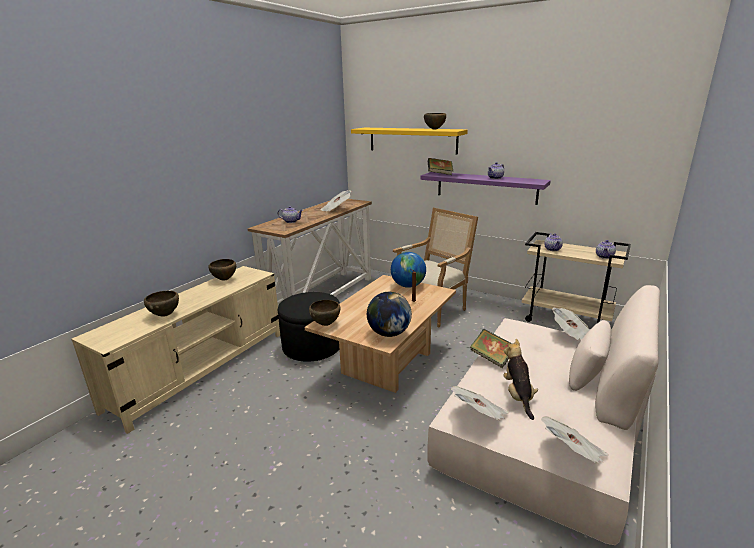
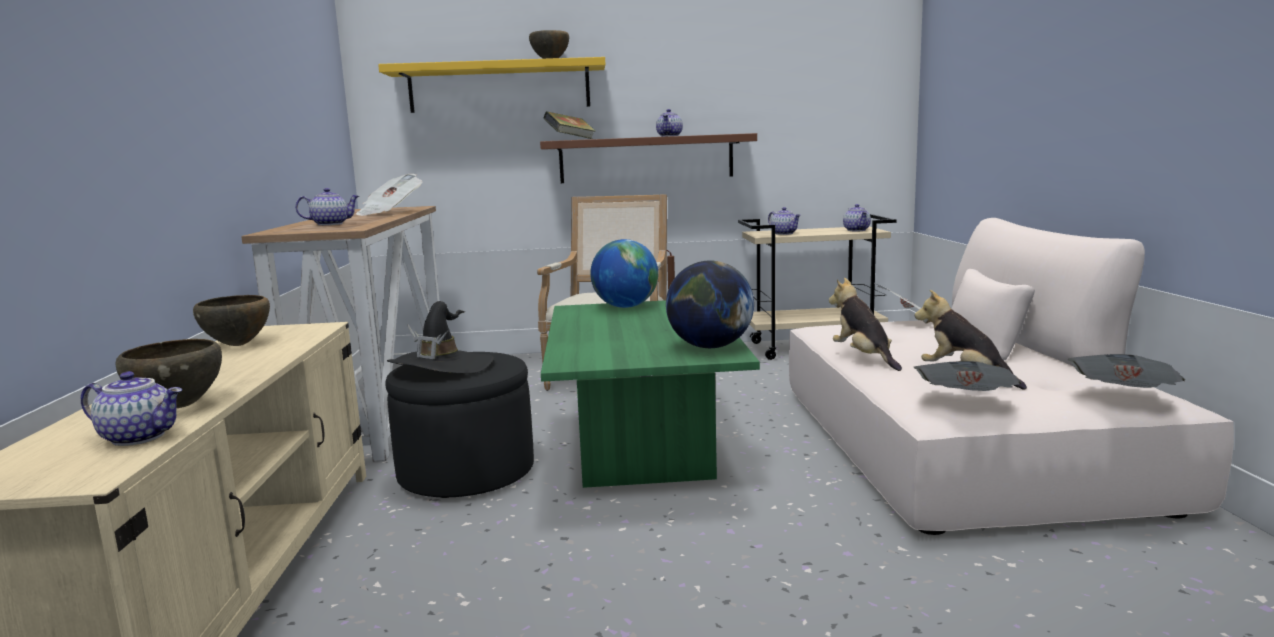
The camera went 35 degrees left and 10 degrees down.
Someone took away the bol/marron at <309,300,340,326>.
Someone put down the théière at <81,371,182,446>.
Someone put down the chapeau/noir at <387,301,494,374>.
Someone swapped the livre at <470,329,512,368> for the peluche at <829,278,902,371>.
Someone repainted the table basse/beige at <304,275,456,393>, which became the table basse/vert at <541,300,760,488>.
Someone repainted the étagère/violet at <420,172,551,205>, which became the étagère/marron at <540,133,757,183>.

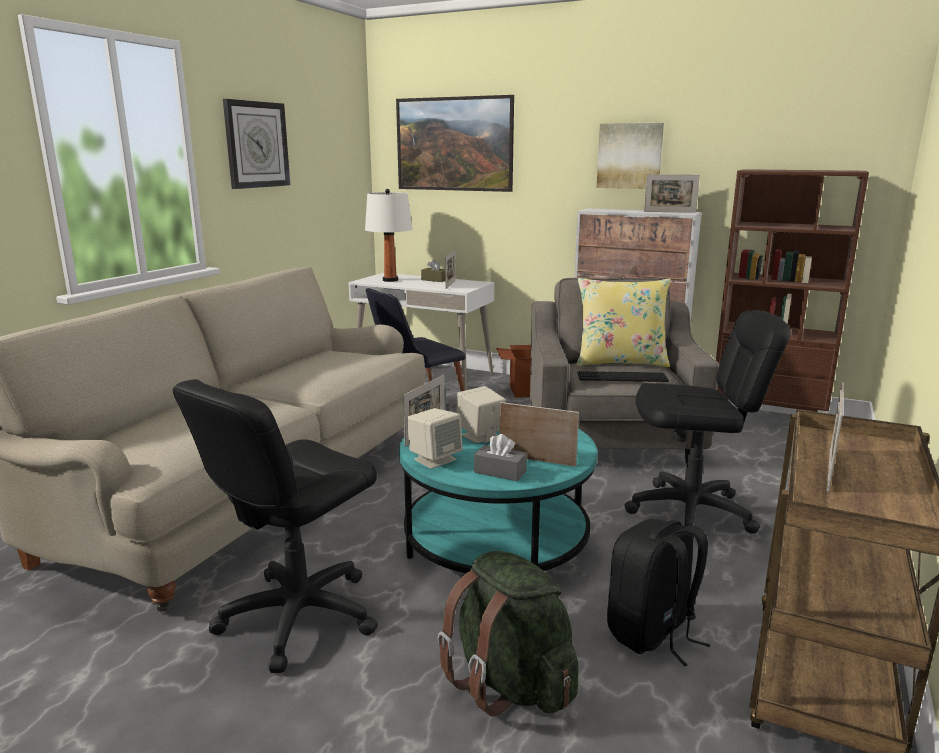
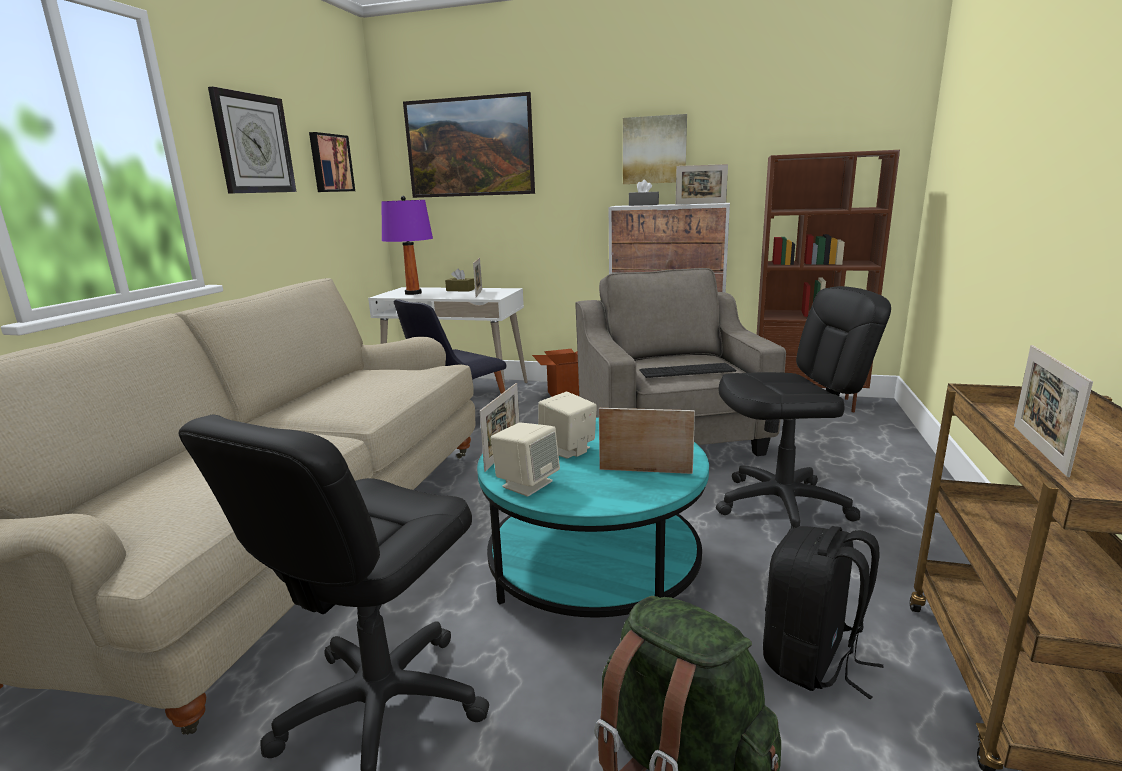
The camera went 10 degrees left and 0 degrees up.
Someone took away the coussin/jaune at <576,278,671,367>.
Someone put up the tableau at <309,132,355,192>.
Someone carried the boîte à mouchoirs/gris from <474,434,527,481> to <629,180,659,206>.
Someone repainted the lampe de table/blanc at <365,189,412,282>, which became the lampe de table/violet at <381,196,433,295>.

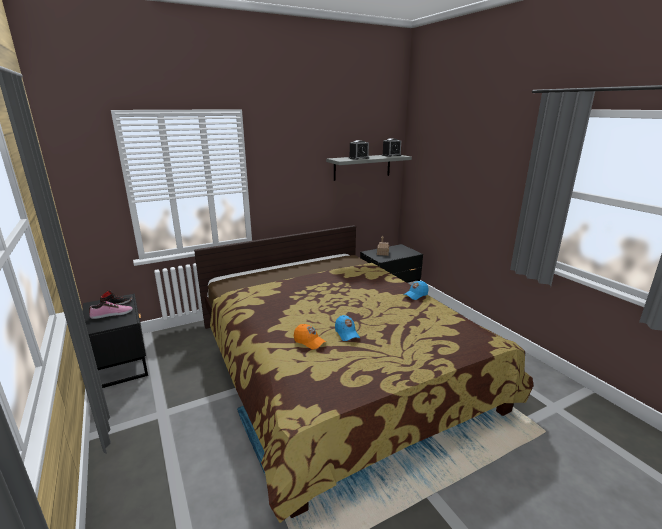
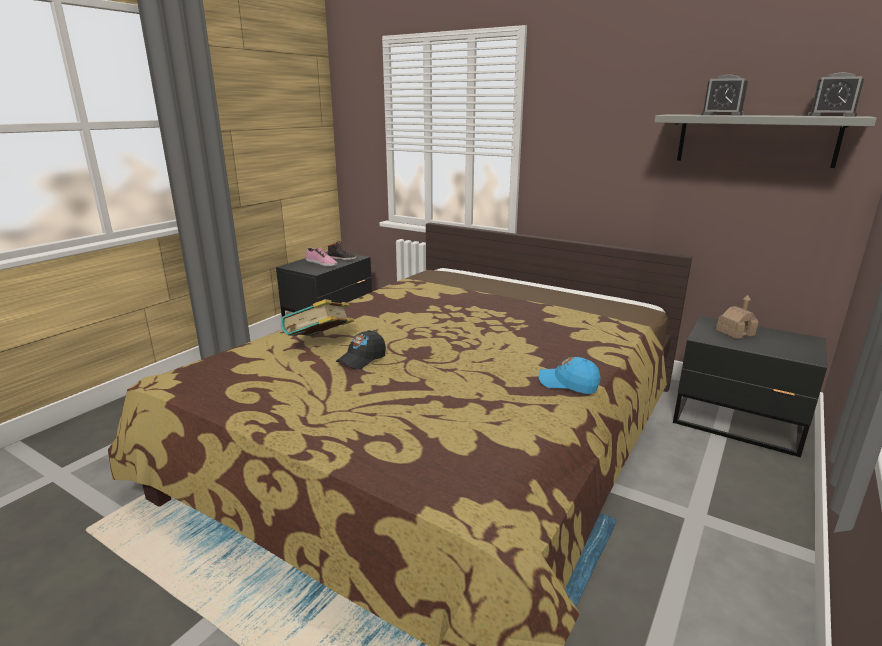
The camera went 60 degrees right and 0 degrees up.
Someone swapped the casquette/orange at <294,324,326,349> for the livre at <281,299,354,336>.
Someone repainted the casquette/bleu at <335,315,360,341>, which became the casquette/noir at <336,330,386,369>.

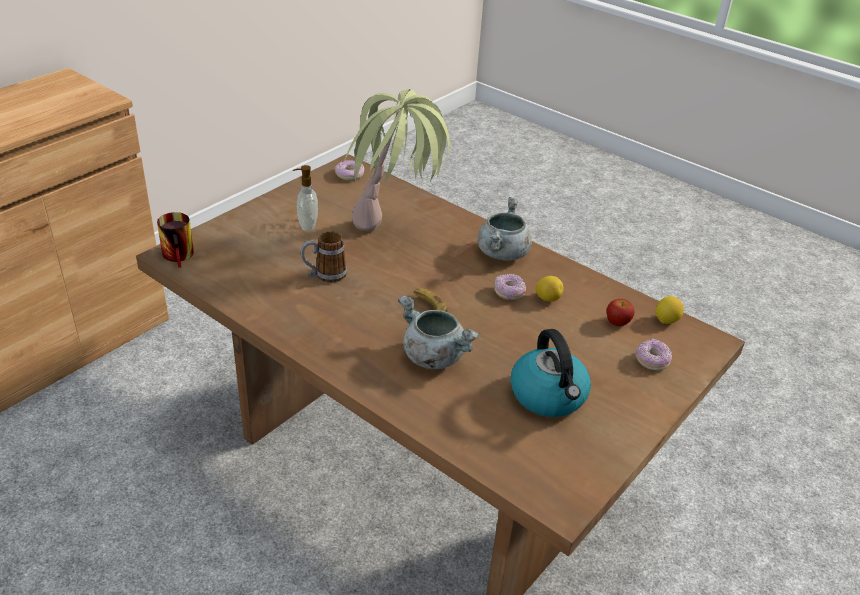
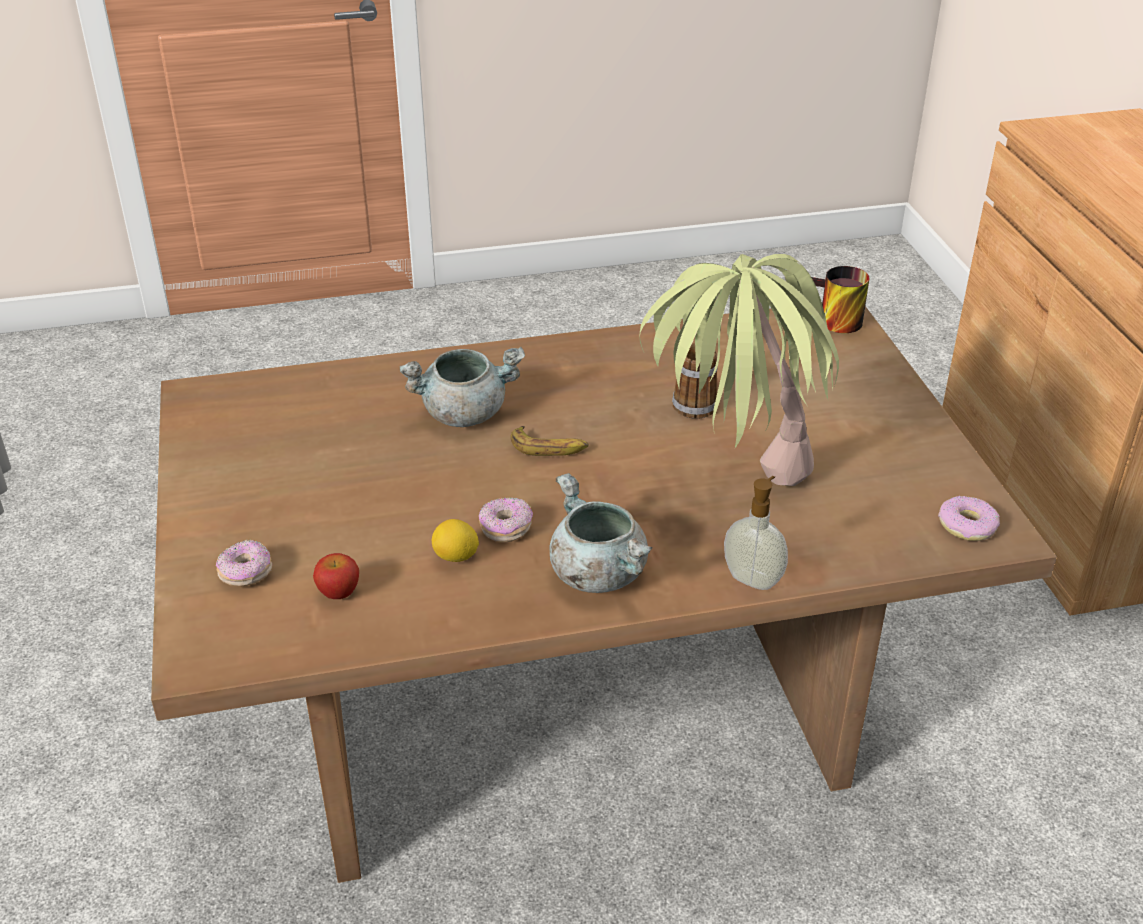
The camera went 130 degrees right and 0 degrees up.
Someone took away the bouilloire at <511,329,591,417>.
Someone took away the citron at <655,296,684,324>.
Someone carried the distributeur de savon from <293,165,318,231> to <724,476,788,590>.

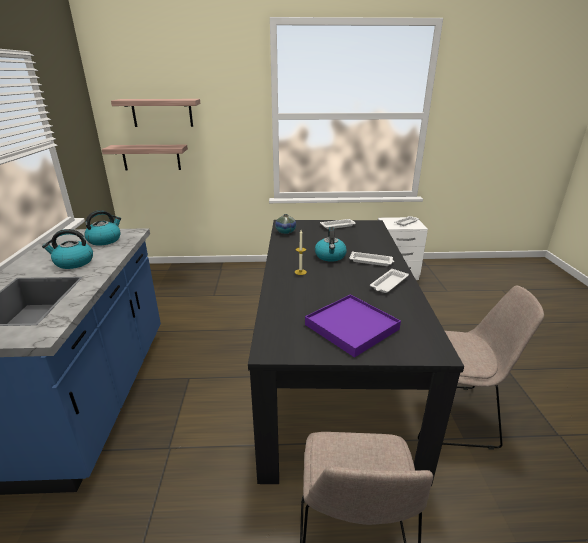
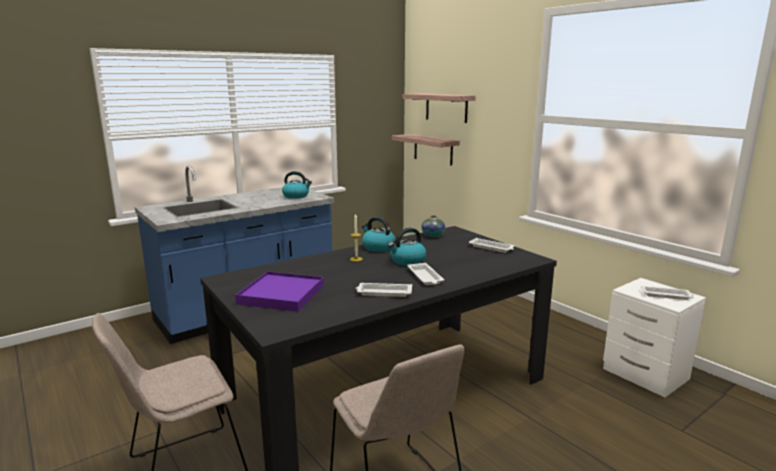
The camera went 55 degrees right and 10 degrees down.
Someone carried the bouilloire from <42,229,93,269> to <362,217,395,252>.

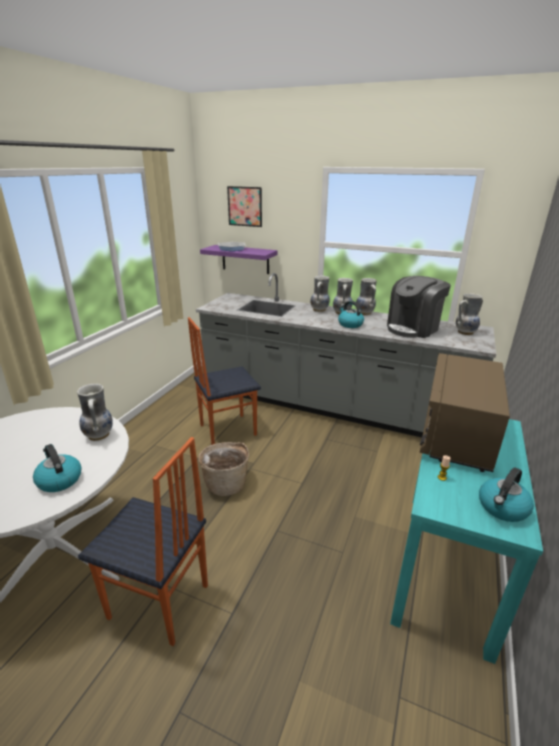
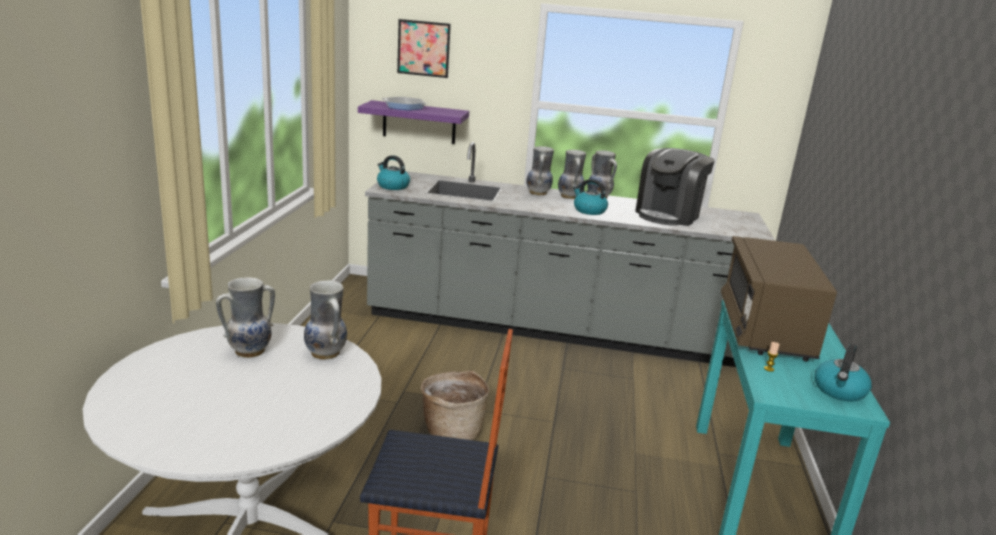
The camera went 15 degrees left and 5 degrees down.
Someone took away the chaise at <188,317,261,445>.
Someone carried the bouilloire from <33,444,81,492> to <377,155,410,190>.
Someone carried the vase from <456,293,483,335> to <216,277,275,358>.

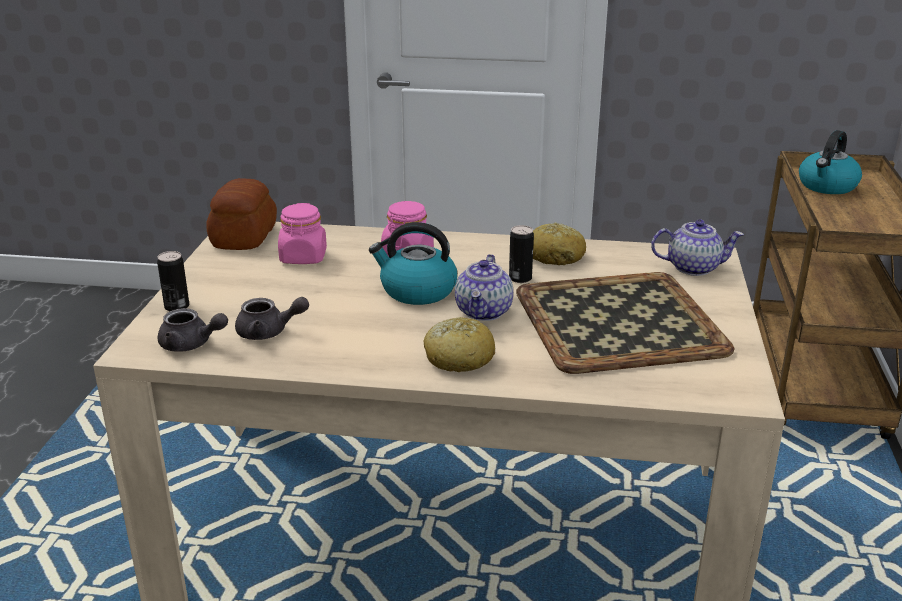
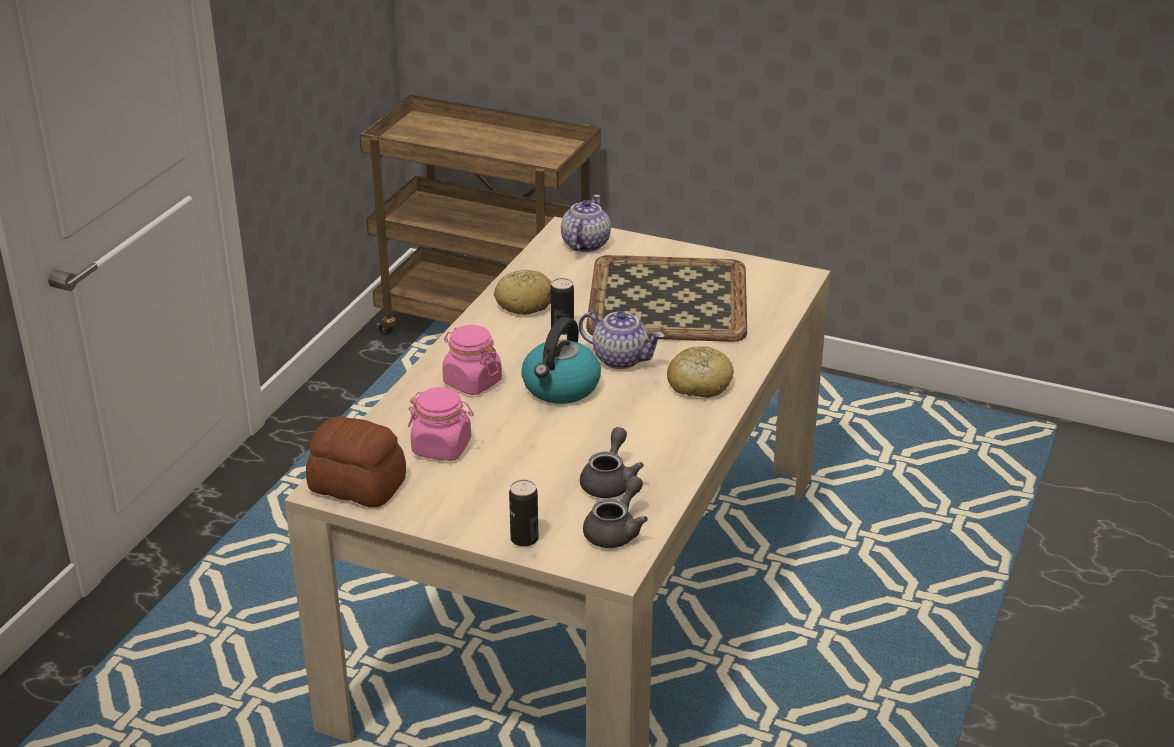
The camera went 75 degrees left and 5 degrees up.
Someone took away the bouilloire at <799,130,862,194>.

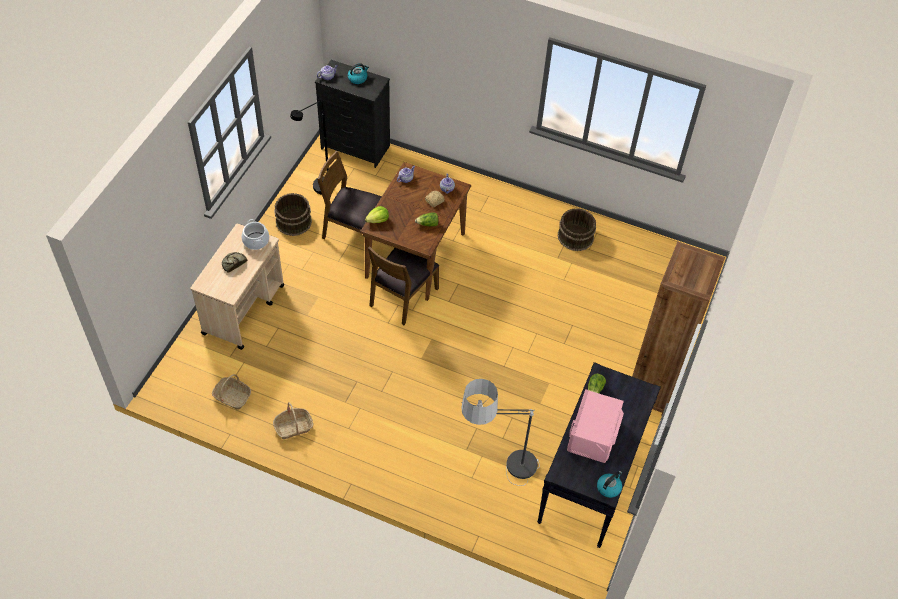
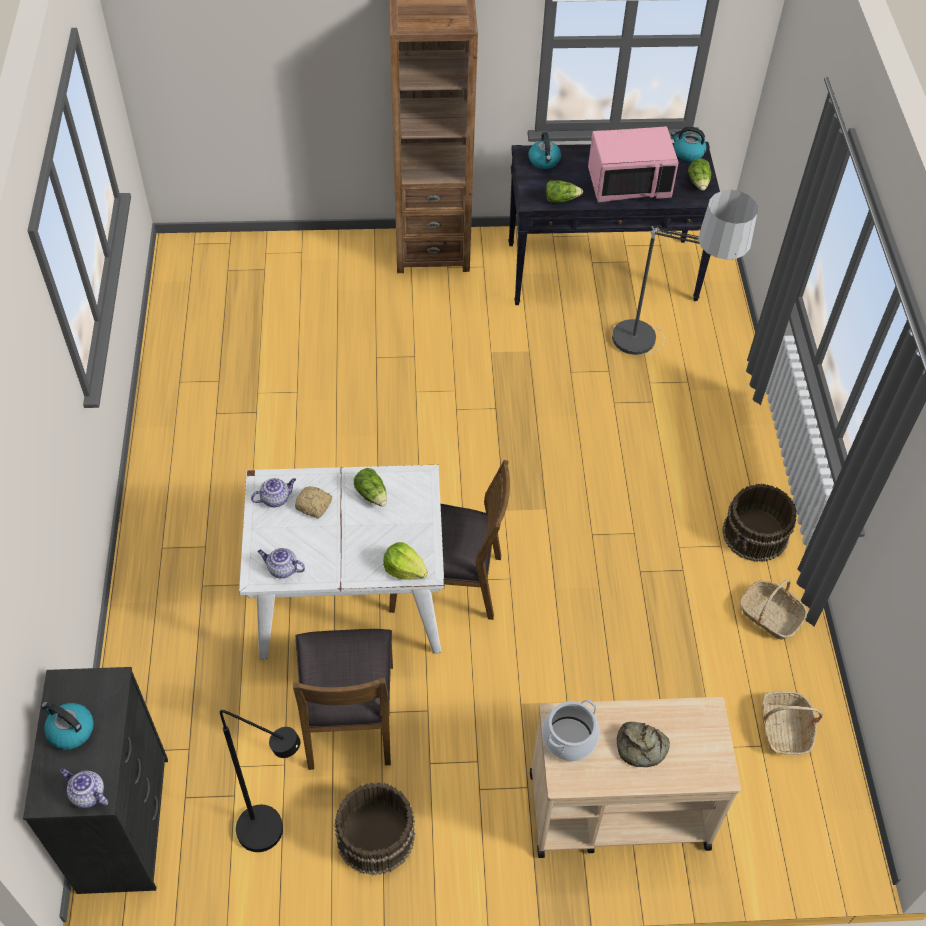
The camera went 115 degrees left and 0 degrees up.
Someone put down the bouilloire at <529,132,561,169>.
Someone put down the laitue at <688,159,711,191>.
Someone carried the seau/marron from <558,208,596,251> to <722,484,797,562>.
Someone repainted the table à manger/marron at <360,162,471,301>, which became the table à manger/blanc at <239,465,444,660>.

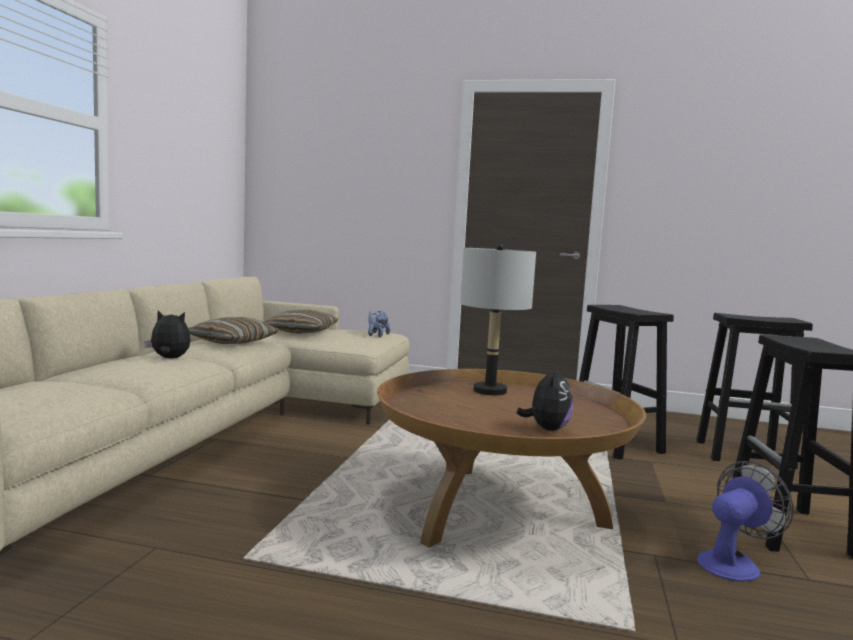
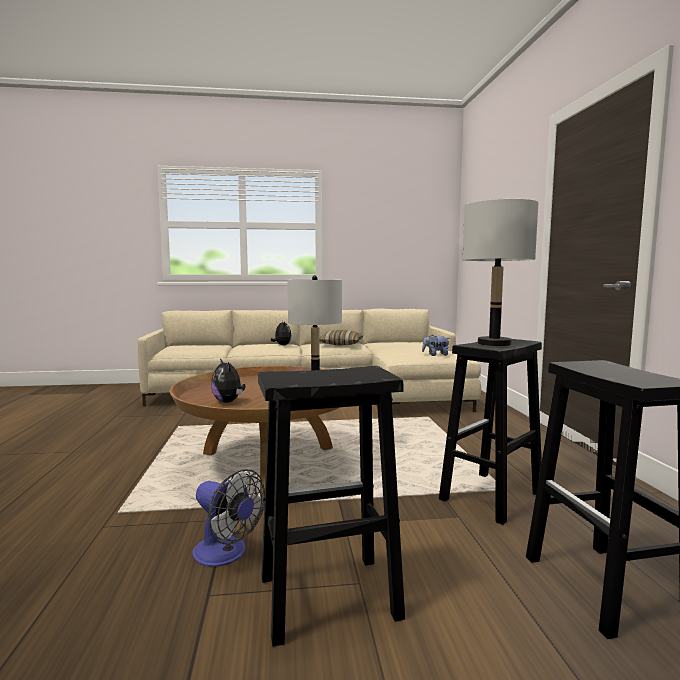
The camera went 70 degrees right and 0 degrees up.
Someone took away the coussin at <264,309,338,334>.
Someone put down the lampe de table/gris at <463,199,538,346>.
Someone rotated the peluche at <517,367,573,431> by 60 degrees clockwise.

